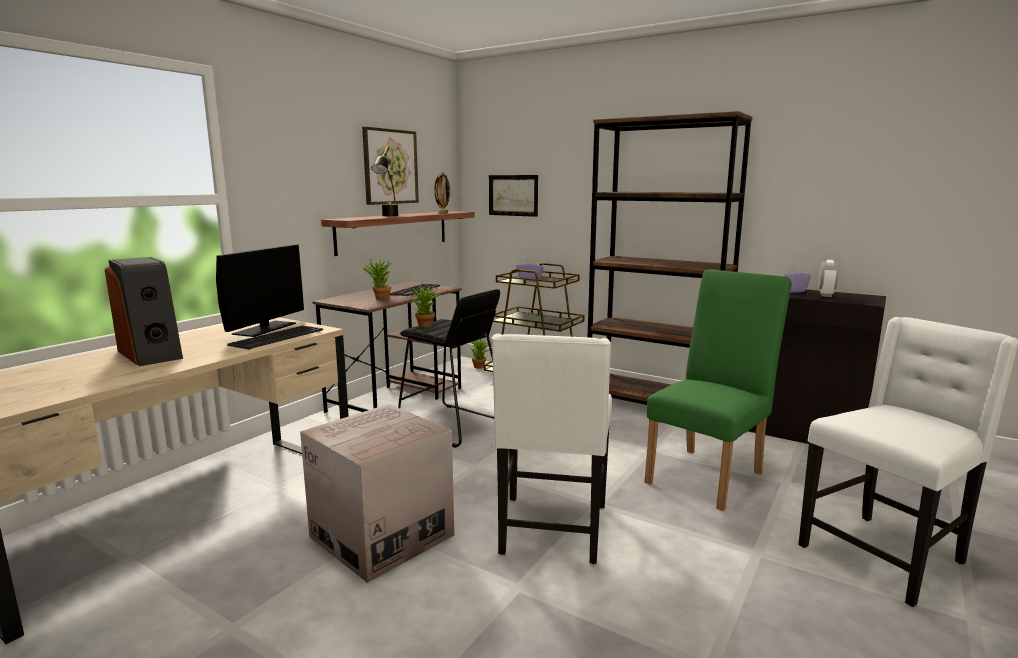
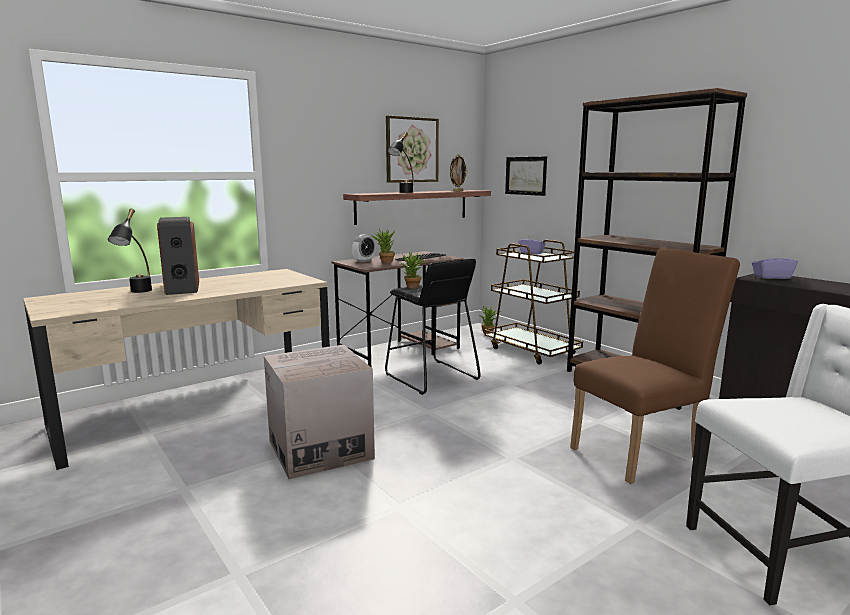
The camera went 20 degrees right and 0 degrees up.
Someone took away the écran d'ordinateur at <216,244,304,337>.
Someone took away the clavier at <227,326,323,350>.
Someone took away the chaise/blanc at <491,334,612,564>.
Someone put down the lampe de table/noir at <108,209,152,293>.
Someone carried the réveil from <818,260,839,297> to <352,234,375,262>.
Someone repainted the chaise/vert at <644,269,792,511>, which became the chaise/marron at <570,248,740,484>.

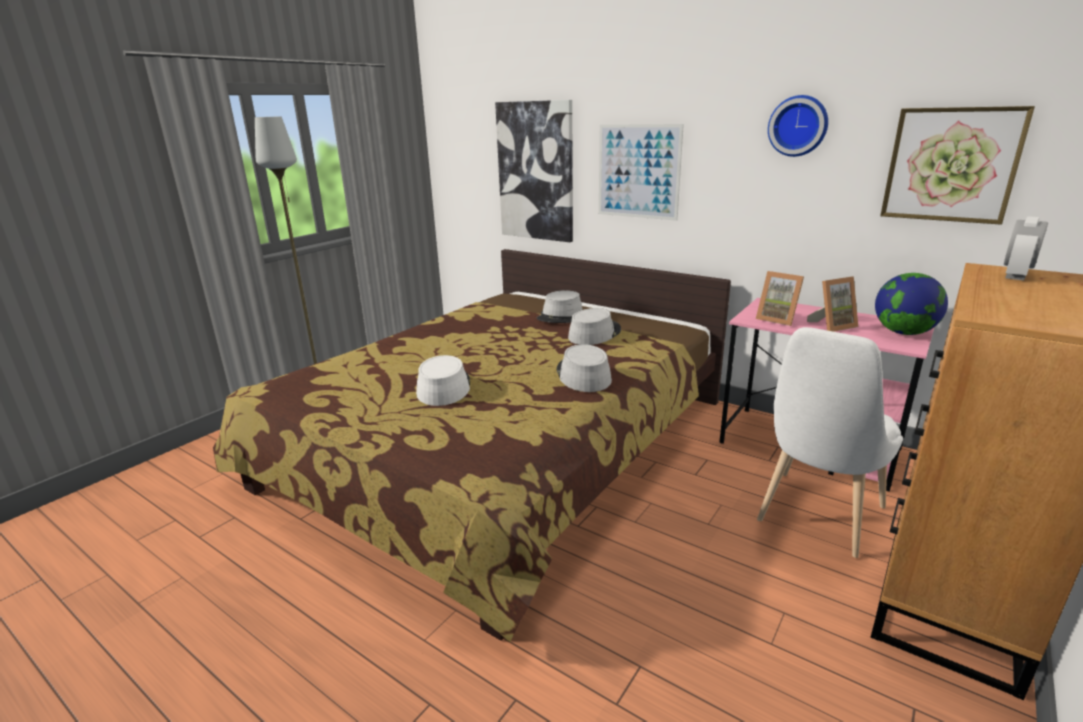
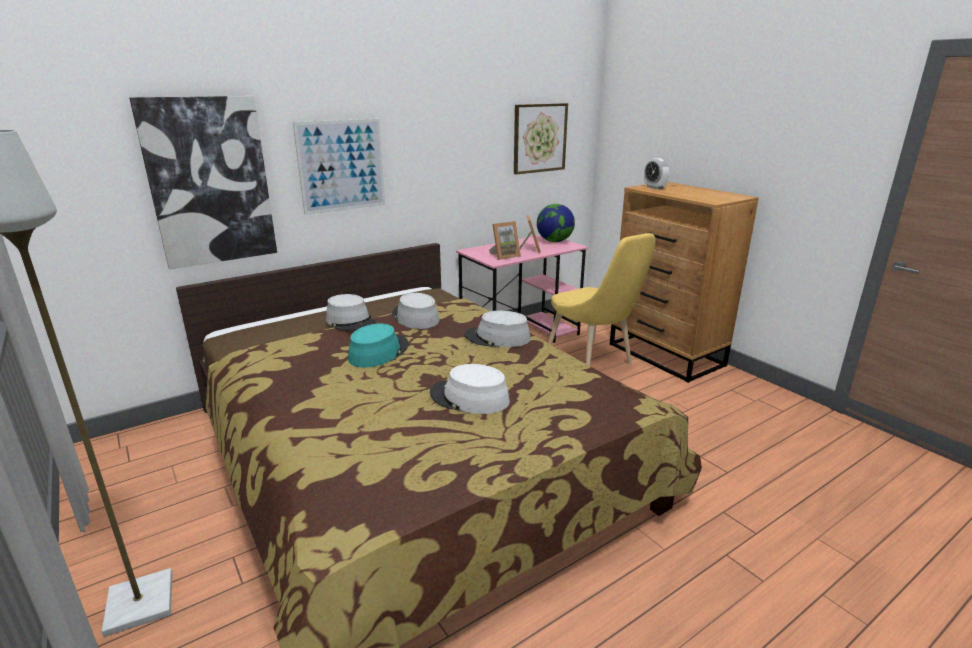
The camera went 70 degrees left and 0 degrees up.
Someone took away the horloge murale at <768,95,828,157>.
Someone put down the chapeau/turquoise at <348,323,408,368>.
Someone repainted the chaise/blanc at <757,327,903,558>, which became the chaise/jaune at <548,233,656,366>.

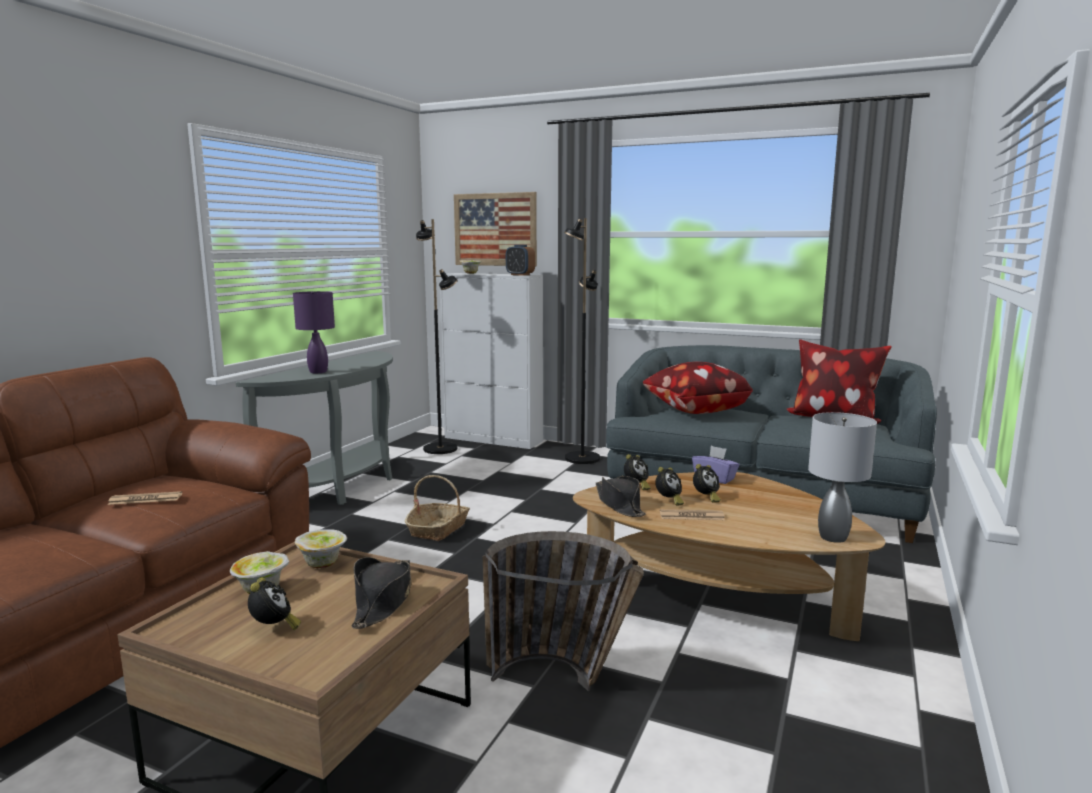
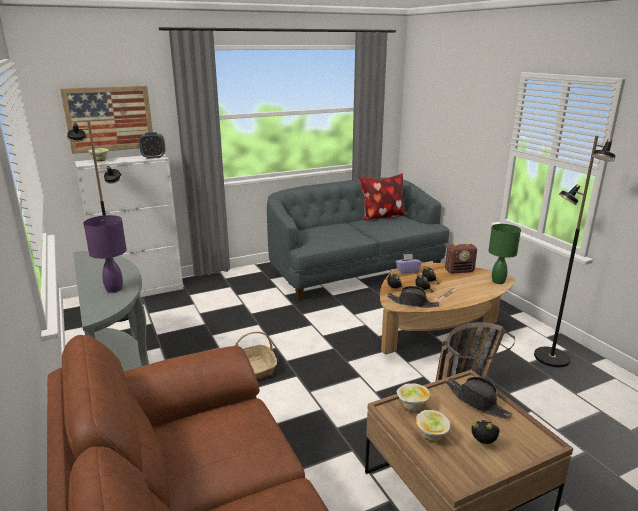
The camera went 50 degrees left and 10 degrees up.
Someone took away the journal at <108,491,182,505>.
Someone took away the coussin at <643,362,753,414>.
Someone put down the radio at <445,243,477,274>.
Someone carried the lampadaire/noir from <564,218,600,464> to <534,136,615,367>.
Someone repainted the lampe de table/gris at <808,412,877,543>, which became the lampe de table/vert at <488,224,521,284>.

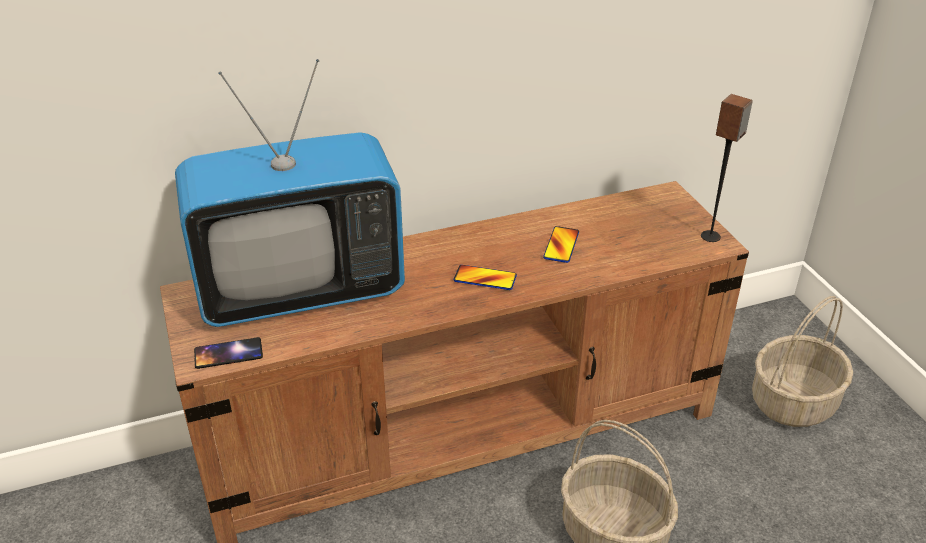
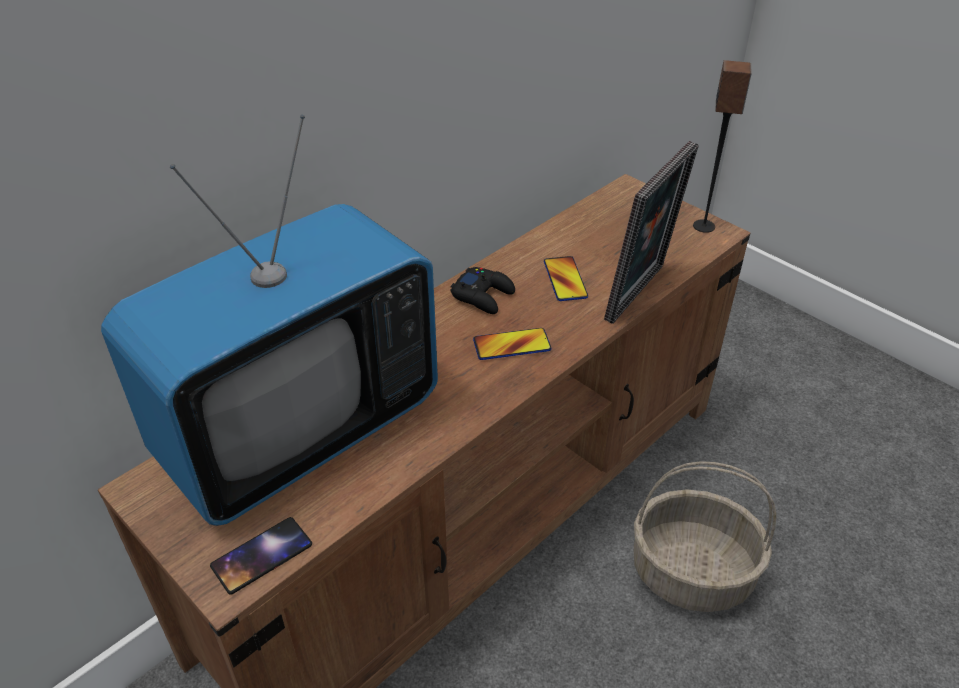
The camera went 25 degrees left and 5 degrees up.
Someone took away the panier at <752,296,853,427>.
Someone put down the manette/noir at <451,267,515,314>.
Someone put down the cadre photo at <604,141,699,324>.

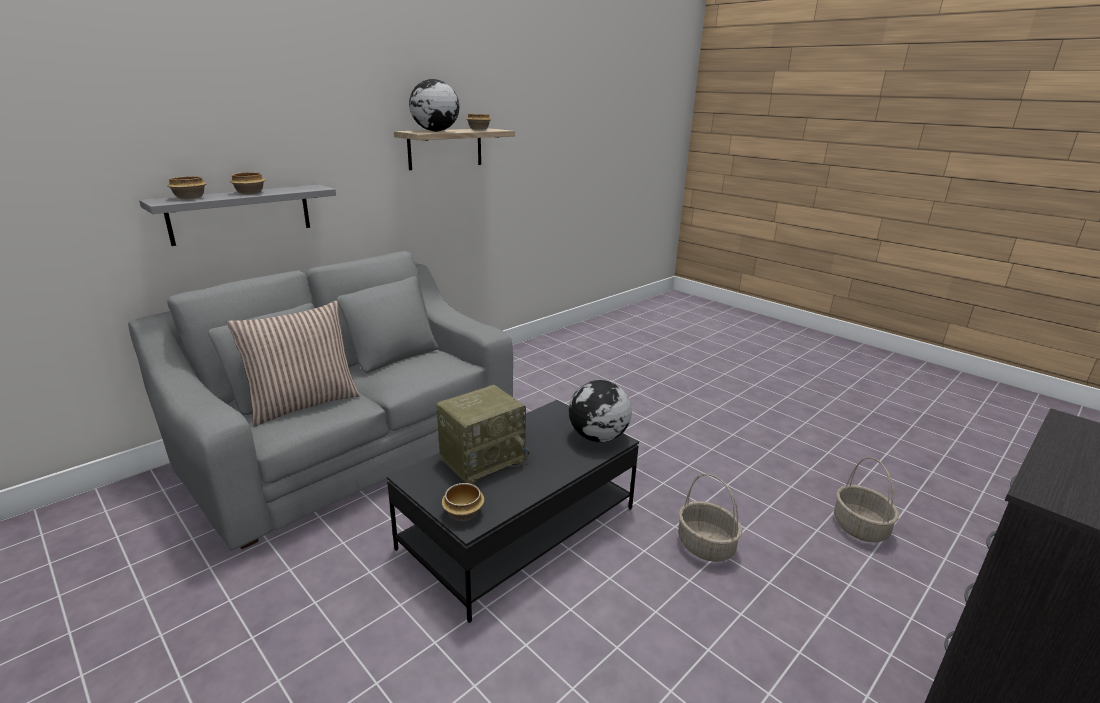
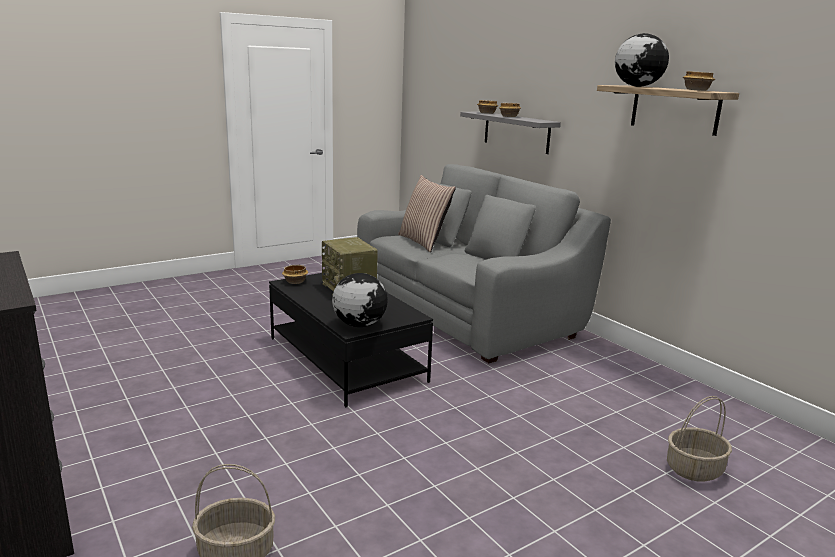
The camera went 100 degrees right and 5 degrees down.
Someone carried the panier from <678,474,742,562> to <667,396,732,482>.

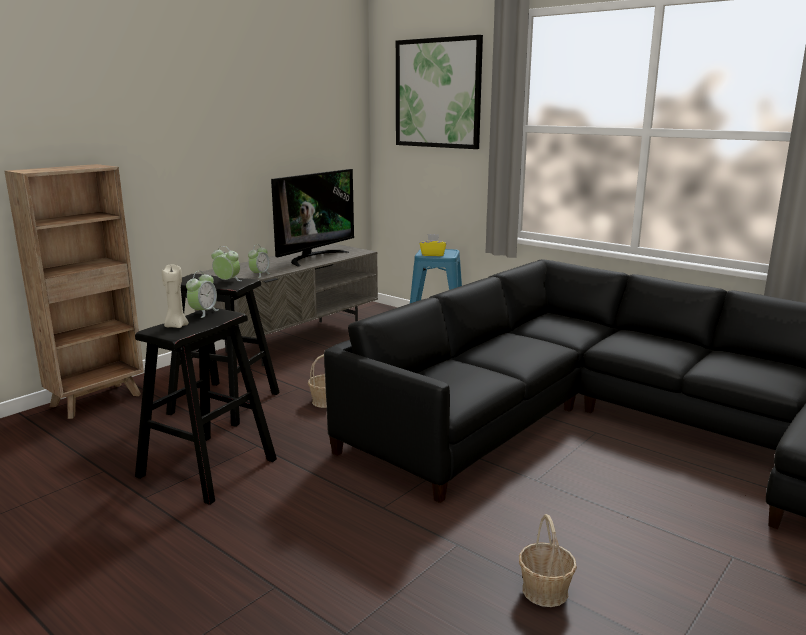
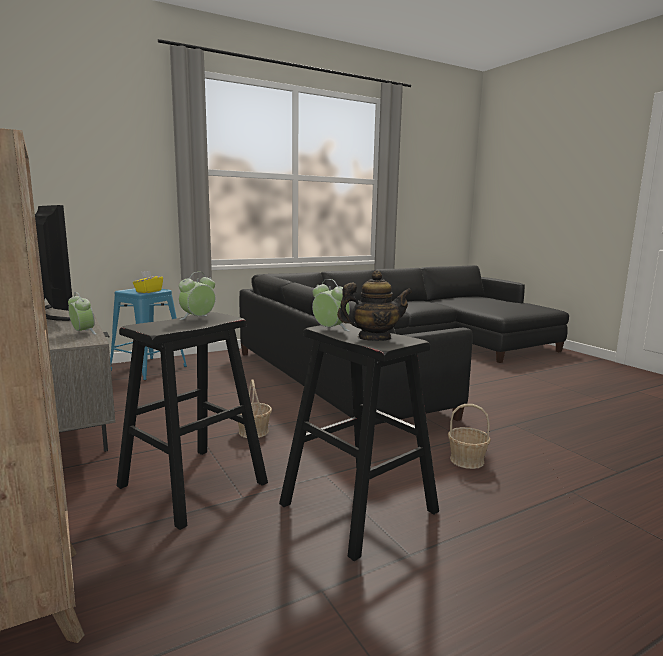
The camera went 70 degrees left and 5 degrees down.
Someone took away the tableau at <396,35,483,149>.
Someone carried the panier from <519,514,577,607> to <448,404,491,469>.
Someone swapped the bougie/beige at <162,265,189,328> for the théière at <337,270,412,341>.

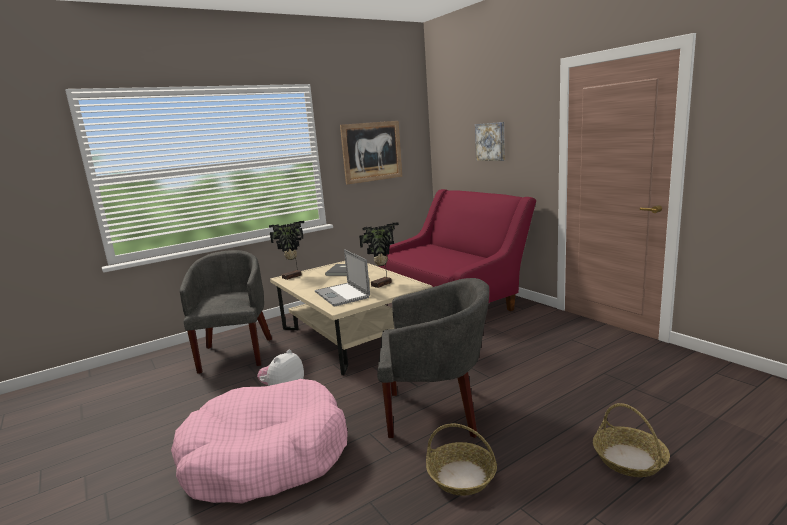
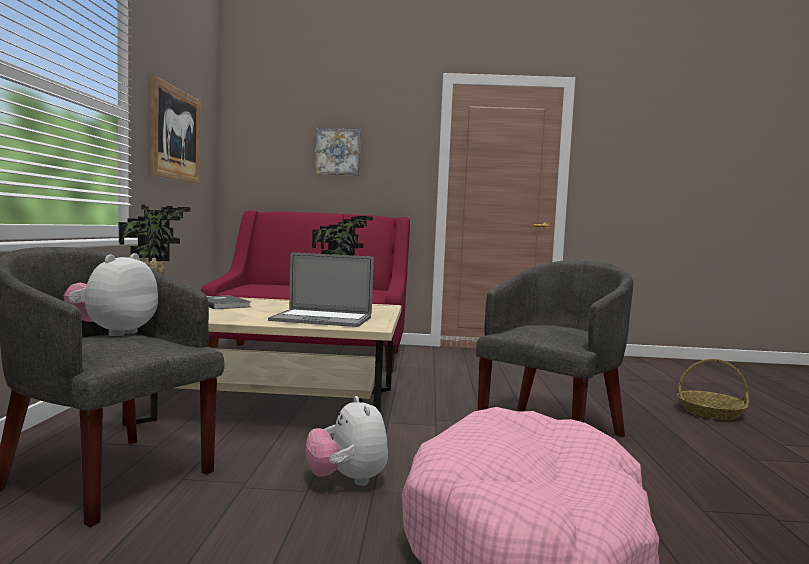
The camera went 55 degrees left and 10 degrees down.
Someone took away the panier at <426,424,497,496>.
Someone put down the peluche at <63,253,158,336>.

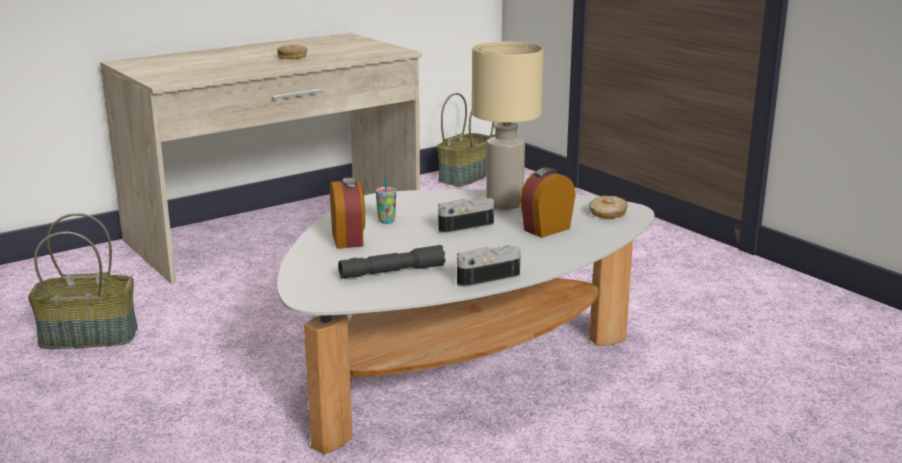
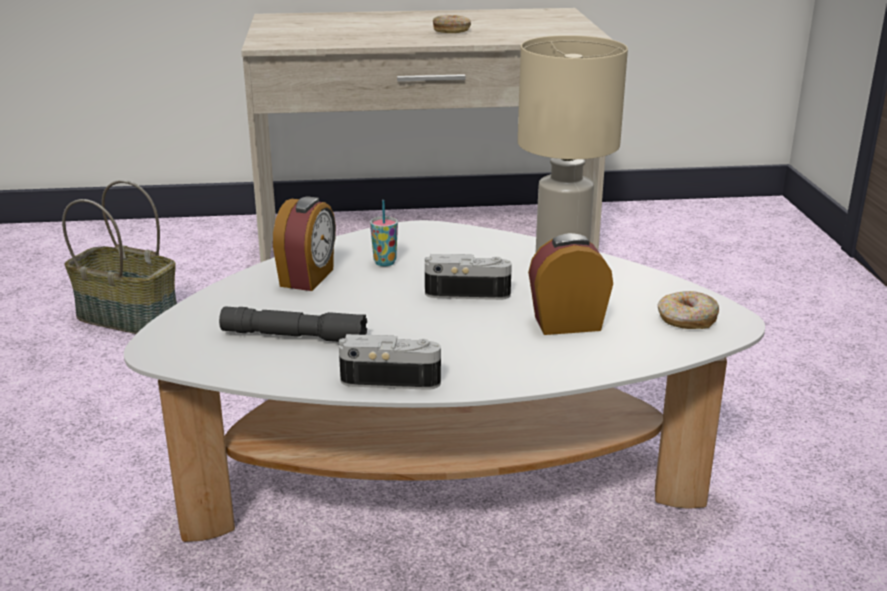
The camera went 30 degrees right and 5 degrees up.
Someone took away the panier at <437,93,494,186>.

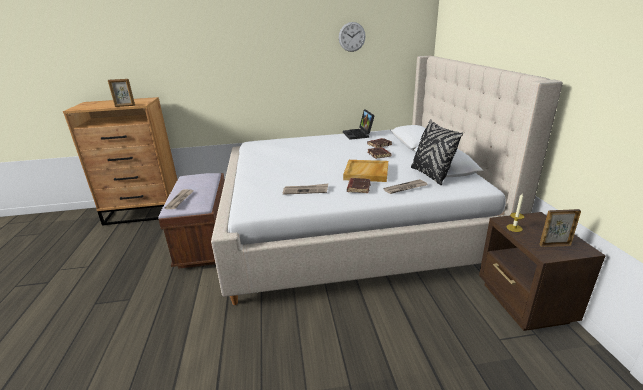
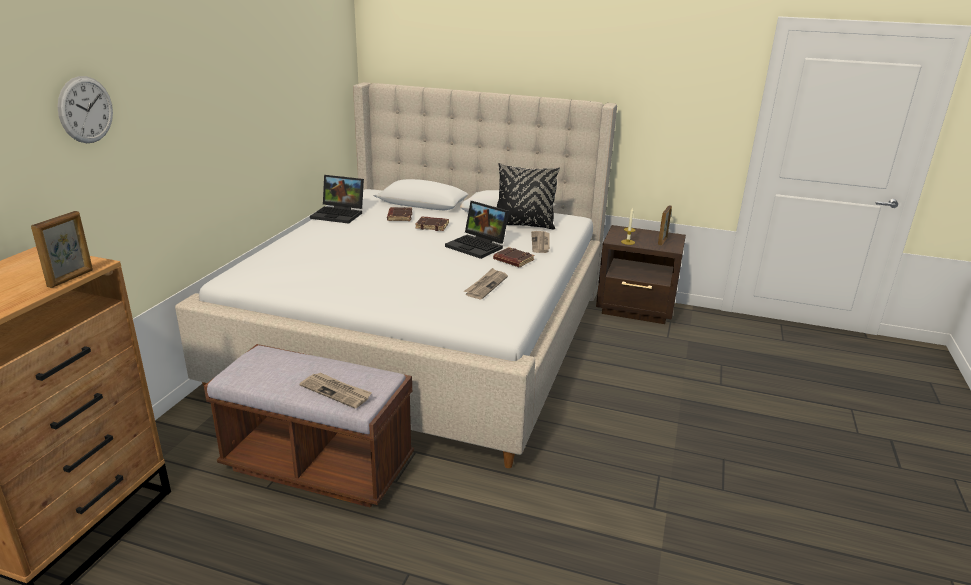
The camera went 65 degrees left and 0 degrees up.
Someone carried the horloge murale from <339,22,366,52> to <57,76,113,143>.
Someone swapped the plateau/beige at <343,160,388,182> for the ordinateur portable at <445,201,509,259>.

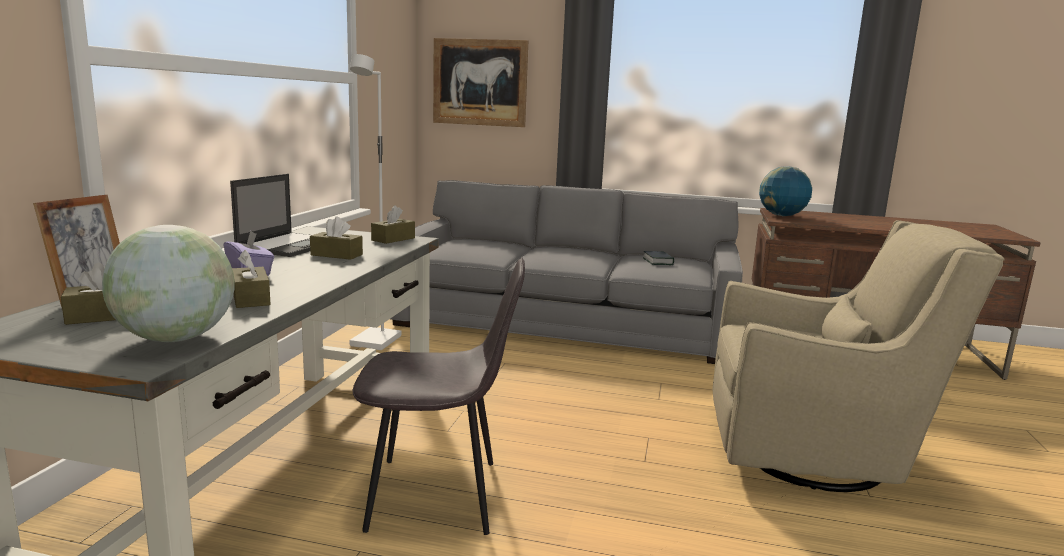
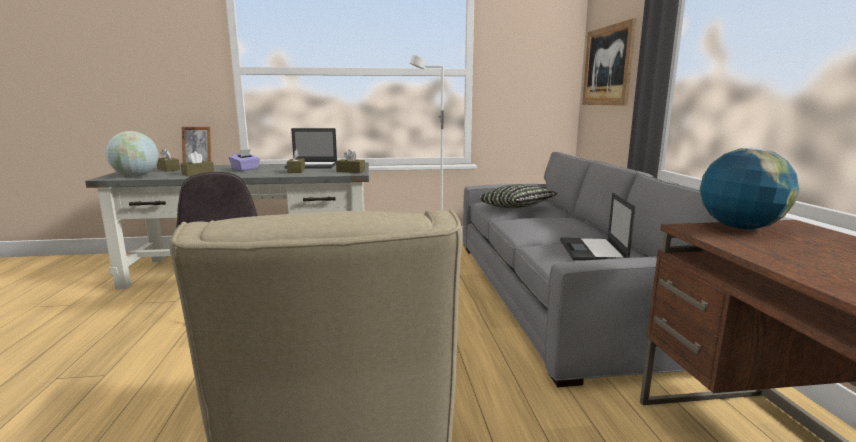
The camera went 70 degrees right and 0 degrees up.
Someone put down the coussin at <479,184,558,208>.
Someone swapped the livre at <643,251,674,265> for the ordinateur portable at <560,192,635,261>.

